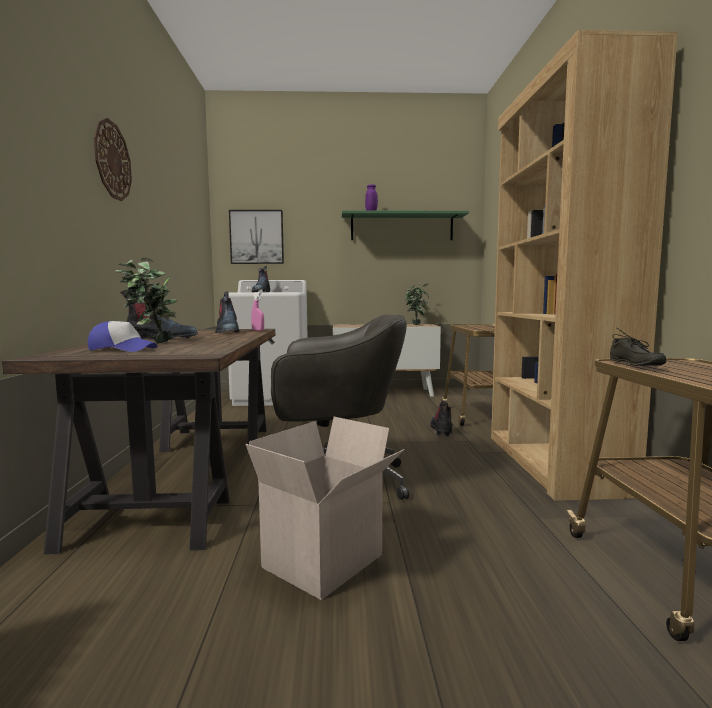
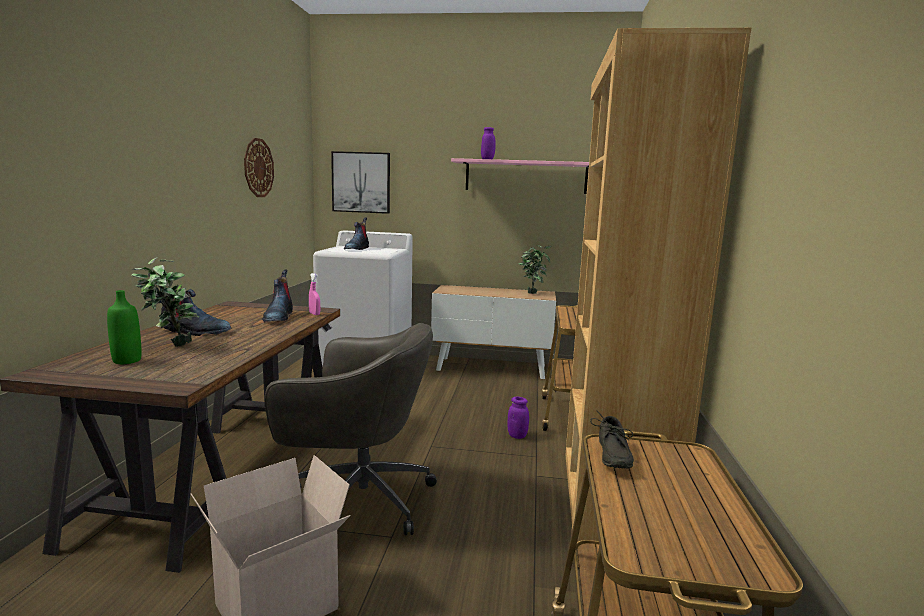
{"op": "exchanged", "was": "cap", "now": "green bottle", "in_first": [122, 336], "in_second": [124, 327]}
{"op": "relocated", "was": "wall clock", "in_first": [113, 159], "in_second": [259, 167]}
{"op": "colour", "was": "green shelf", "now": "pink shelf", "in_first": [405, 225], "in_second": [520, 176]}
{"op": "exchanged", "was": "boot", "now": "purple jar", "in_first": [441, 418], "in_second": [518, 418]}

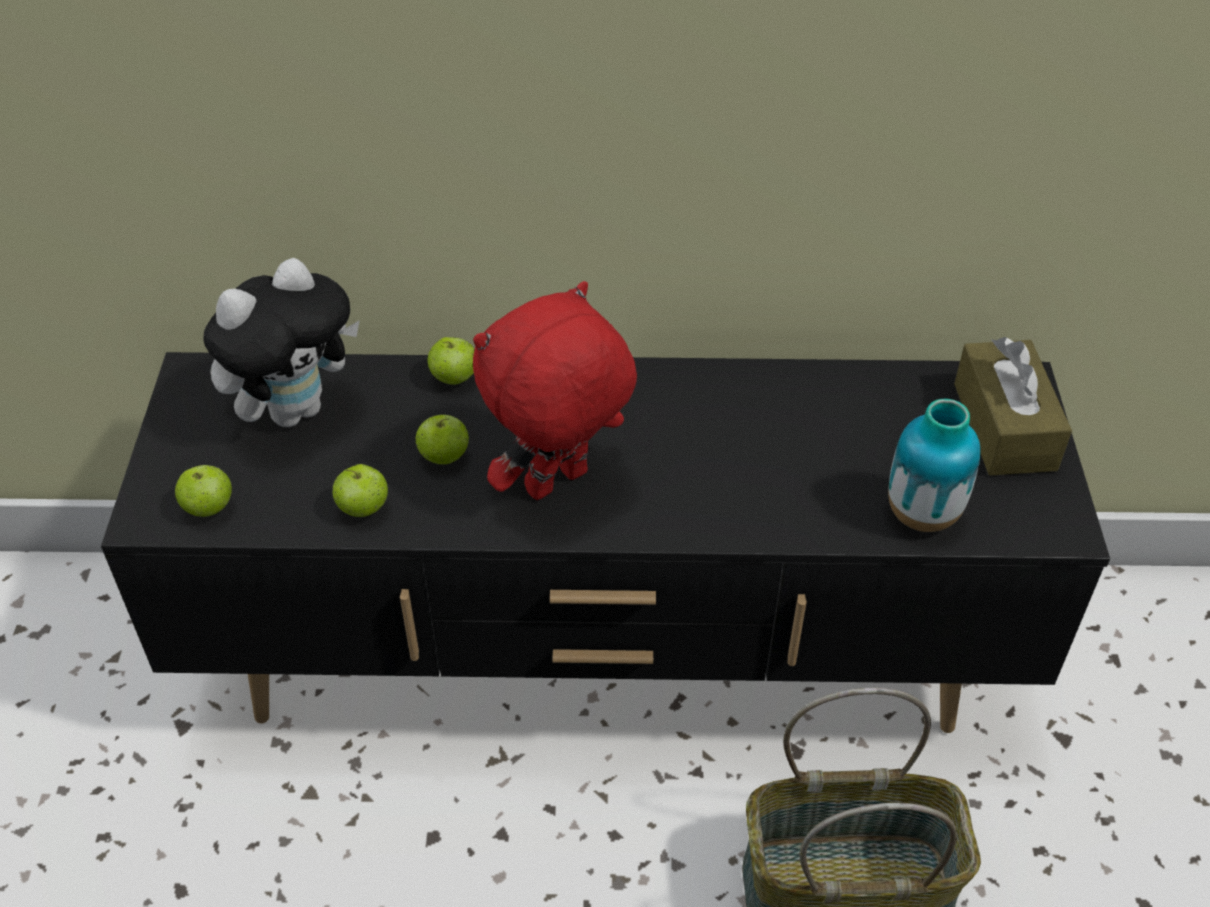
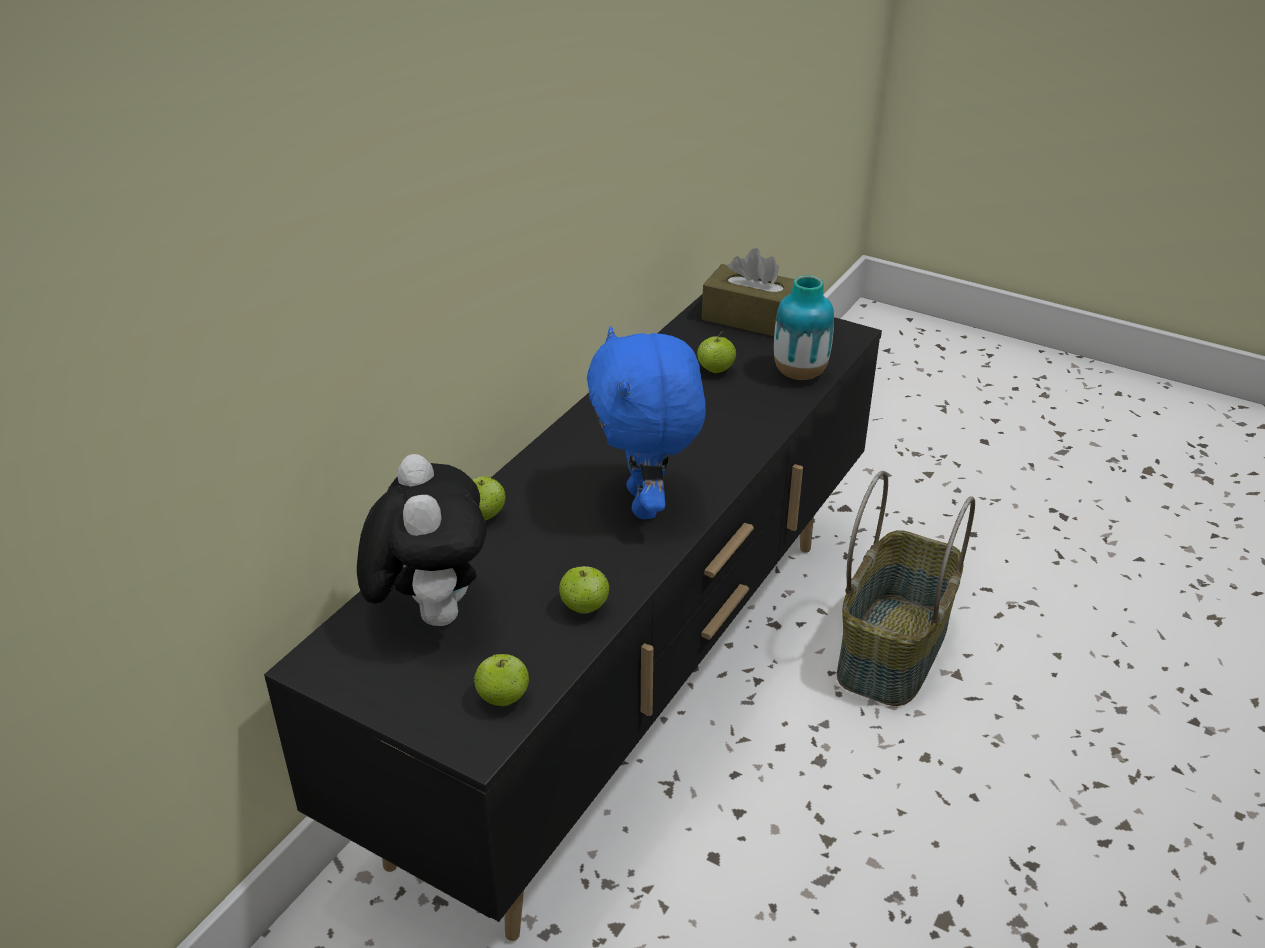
{"op": "colour", "was": "red plush toy", "now": "blue plush toy", "in_first": [555, 390], "in_second": [646, 422]}
{"op": "relocated", "was": "apple", "in_first": [442, 439], "in_second": [716, 352]}

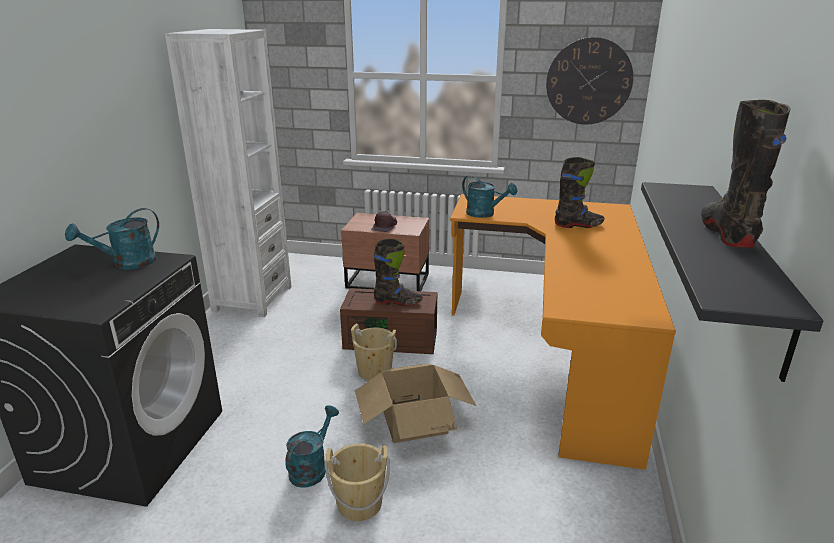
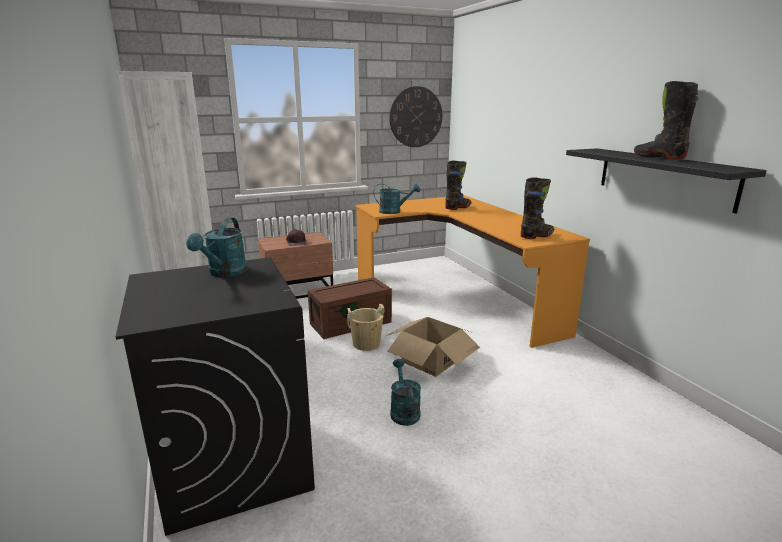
{"op": "relocated", "was": "black boot", "in_first": [398, 272], "in_second": [537, 208]}
{"op": "missing", "was": "beige bucket", "in_first": [357, 482]}

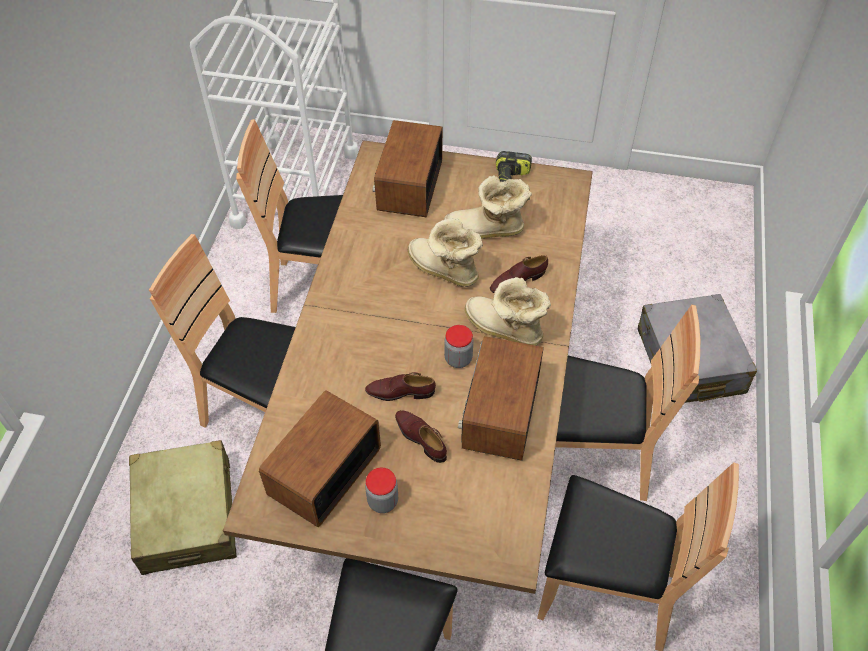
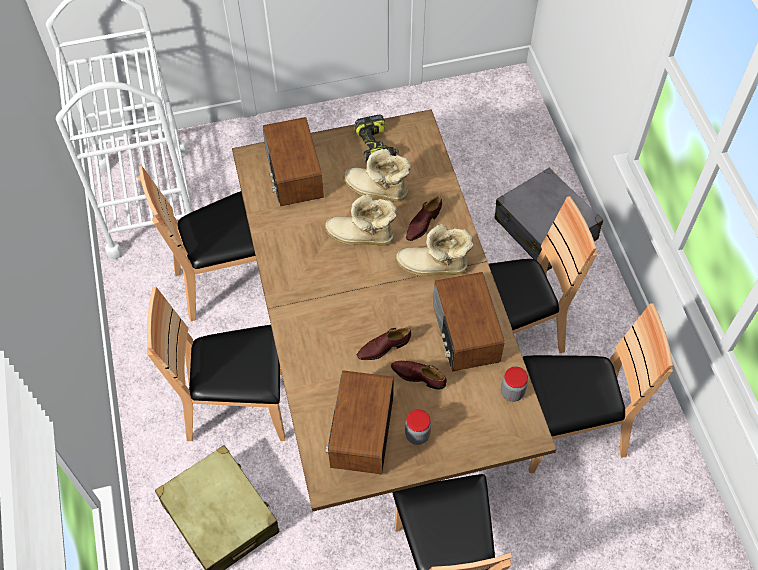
{"op": "spun", "was": "boot", "in_first": [488, 207], "in_second": [377, 175], "clockwise": 45}
{"op": "relocated", "was": "jar", "in_first": [458, 346], "in_second": [514, 384]}

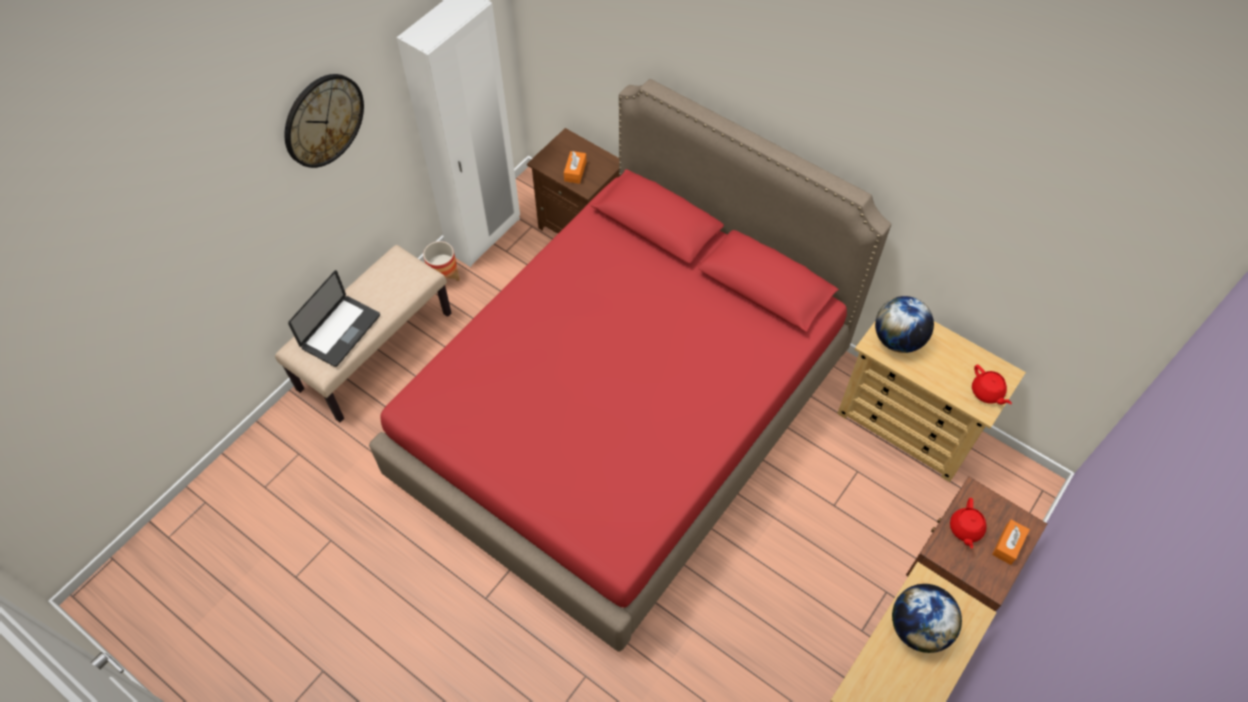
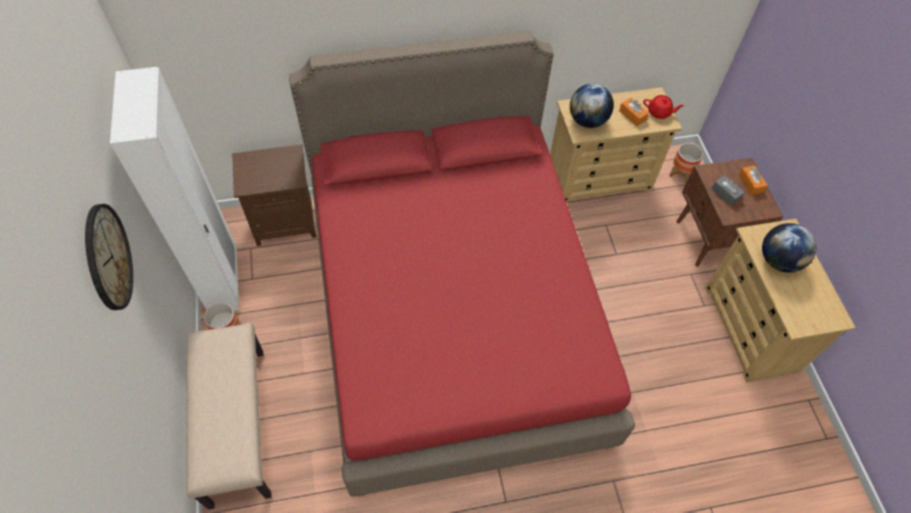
{"op": "relocated", "was": "orange tissue box", "in_first": [575, 167], "in_second": [634, 111]}
{"op": "appeared", "now": "planter", "in_second": [686, 163]}
{"op": "exchanged", "was": "red teapot", "now": "grey tissue box", "in_first": [968, 523], "in_second": [728, 190]}
{"op": "missing", "was": "laptop", "in_first": [334, 318]}

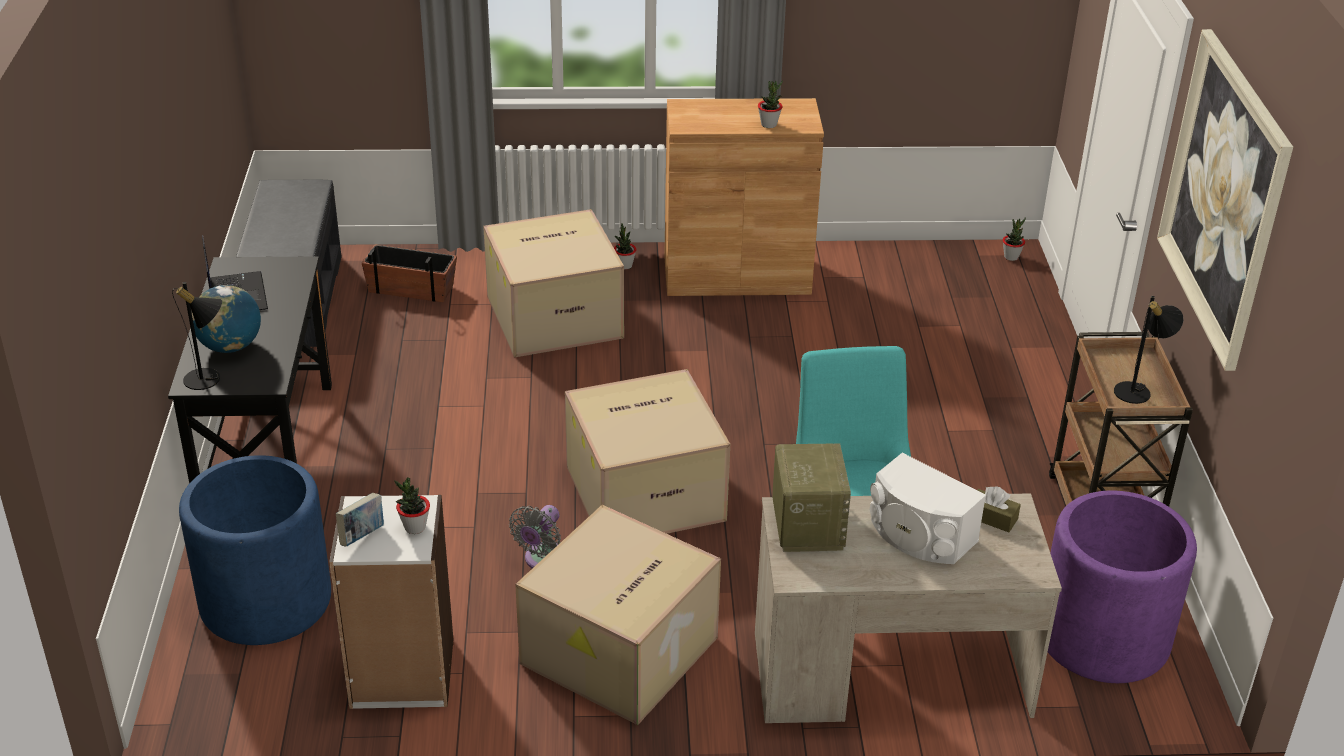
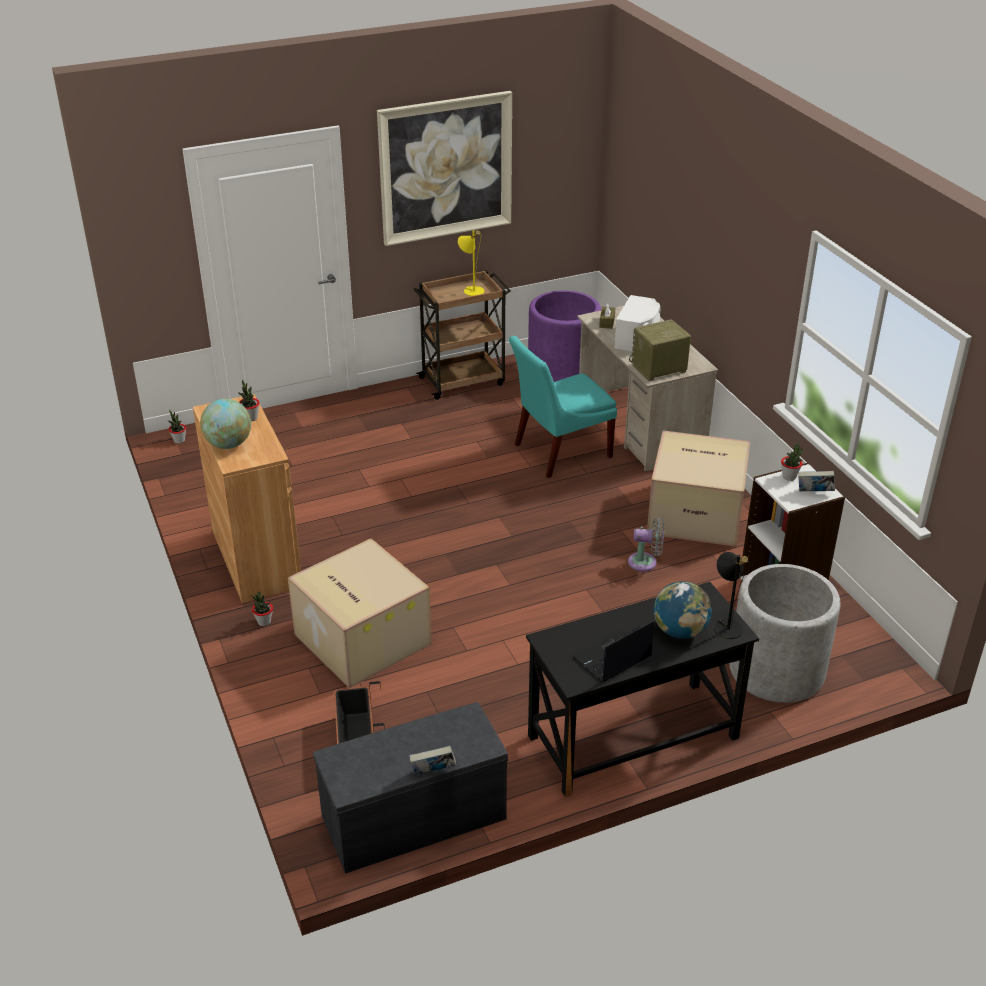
{"op": "appeared", "now": "globe", "in_second": [225, 424]}
{"op": "appeared", "now": "book", "in_second": [432, 760]}
{"op": "colour", "was": "black table lamp", "now": "yellow table lamp", "in_first": [1149, 350], "in_second": [471, 263]}
{"op": "colour", "was": "blue planter", "now": "grey planter", "in_first": [255, 550], "in_second": [784, 633]}
{"op": "missing", "was": "cardboard box", "in_first": [647, 451]}

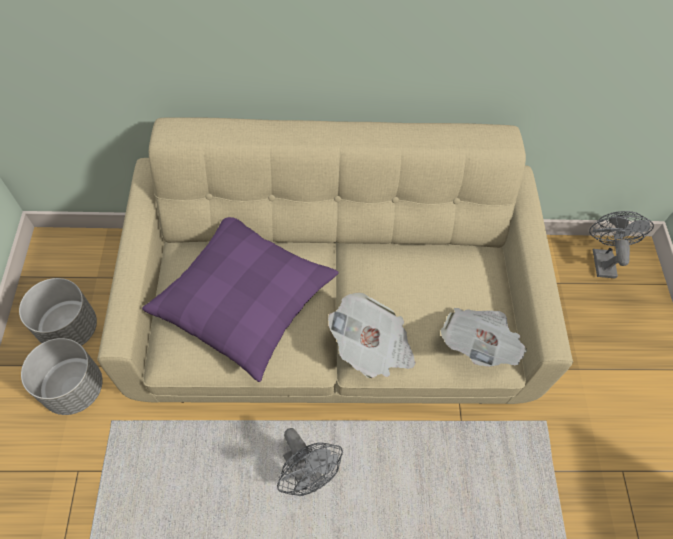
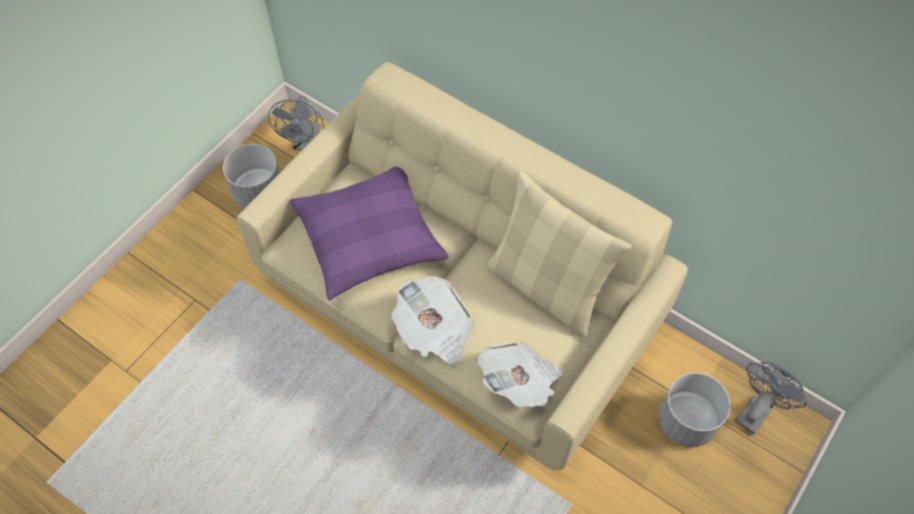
{"op": "relocated", "was": "grey fan", "in_first": [310, 462], "in_second": [296, 123]}
{"op": "appeared", "now": "beige pillow", "in_second": [559, 254]}
{"op": "relocated", "was": "grey planter", "in_first": [62, 376], "in_second": [695, 410]}

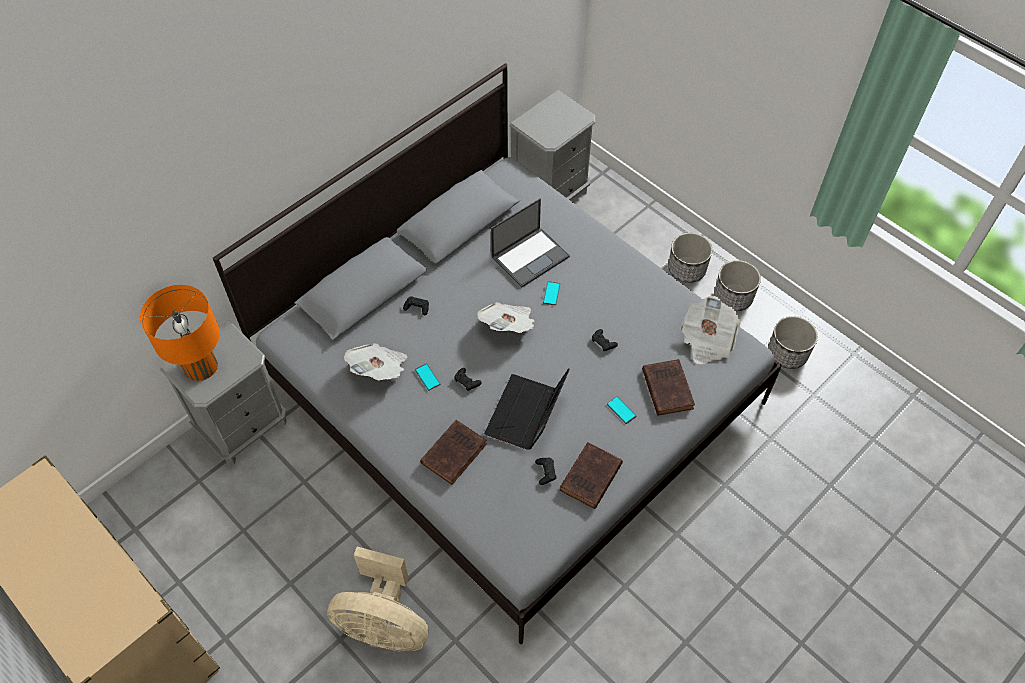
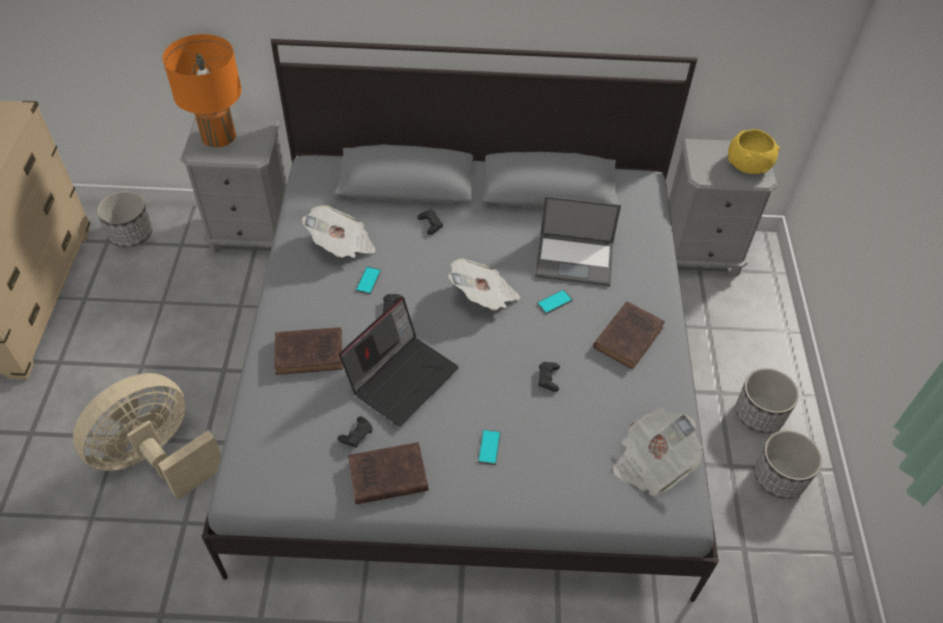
{"op": "spun", "was": "beige fan", "in_first": [378, 599], "in_second": [147, 436], "clockwise": 75}
{"op": "relocated", "was": "planter", "in_first": [793, 342], "in_second": [125, 219]}
{"op": "spun", "was": "laptop", "in_first": [527, 409], "in_second": [399, 362], "clockwise": 150}
{"op": "relocated", "was": "brown book", "in_first": [668, 387], "in_second": [629, 336]}
{"op": "appeared", "now": "yellow bowl", "in_second": [754, 151]}

